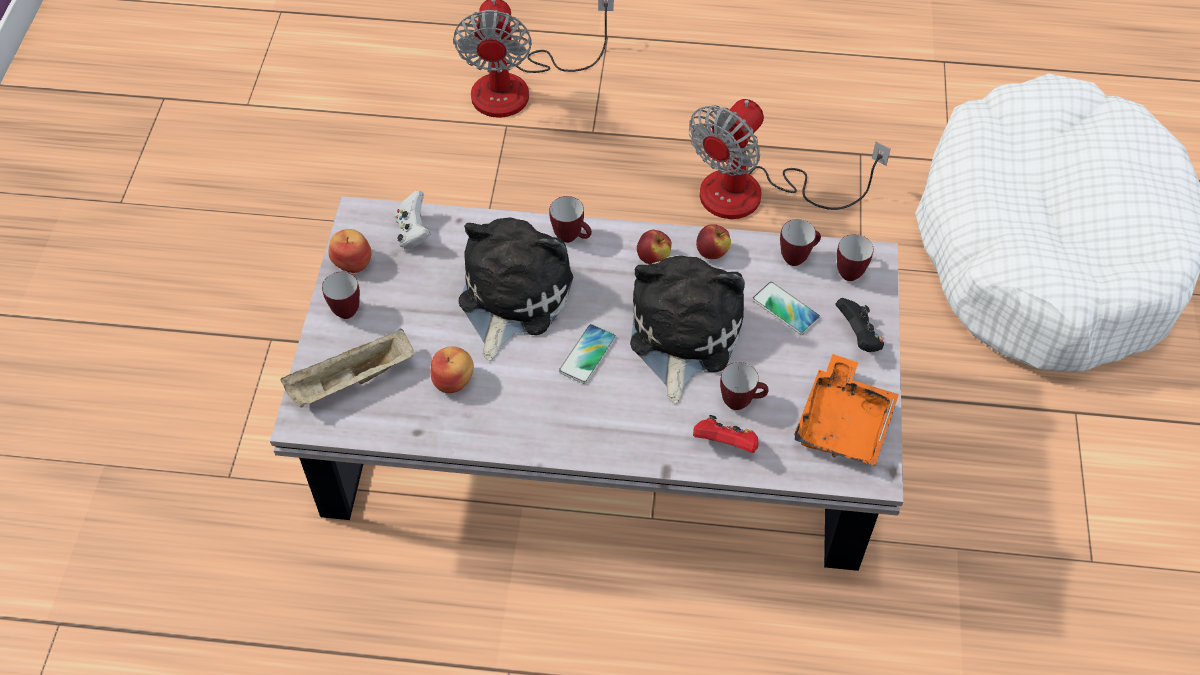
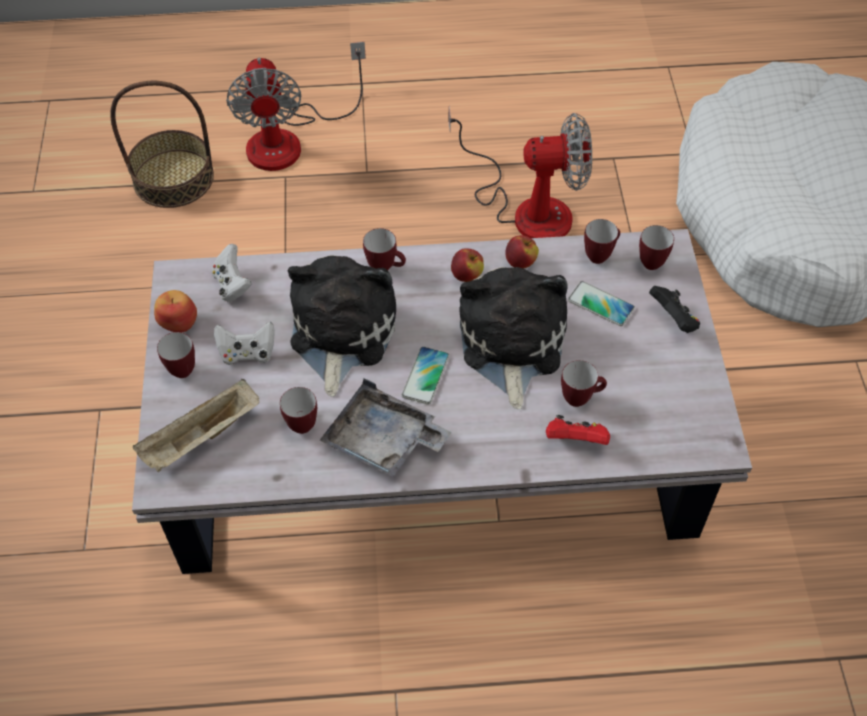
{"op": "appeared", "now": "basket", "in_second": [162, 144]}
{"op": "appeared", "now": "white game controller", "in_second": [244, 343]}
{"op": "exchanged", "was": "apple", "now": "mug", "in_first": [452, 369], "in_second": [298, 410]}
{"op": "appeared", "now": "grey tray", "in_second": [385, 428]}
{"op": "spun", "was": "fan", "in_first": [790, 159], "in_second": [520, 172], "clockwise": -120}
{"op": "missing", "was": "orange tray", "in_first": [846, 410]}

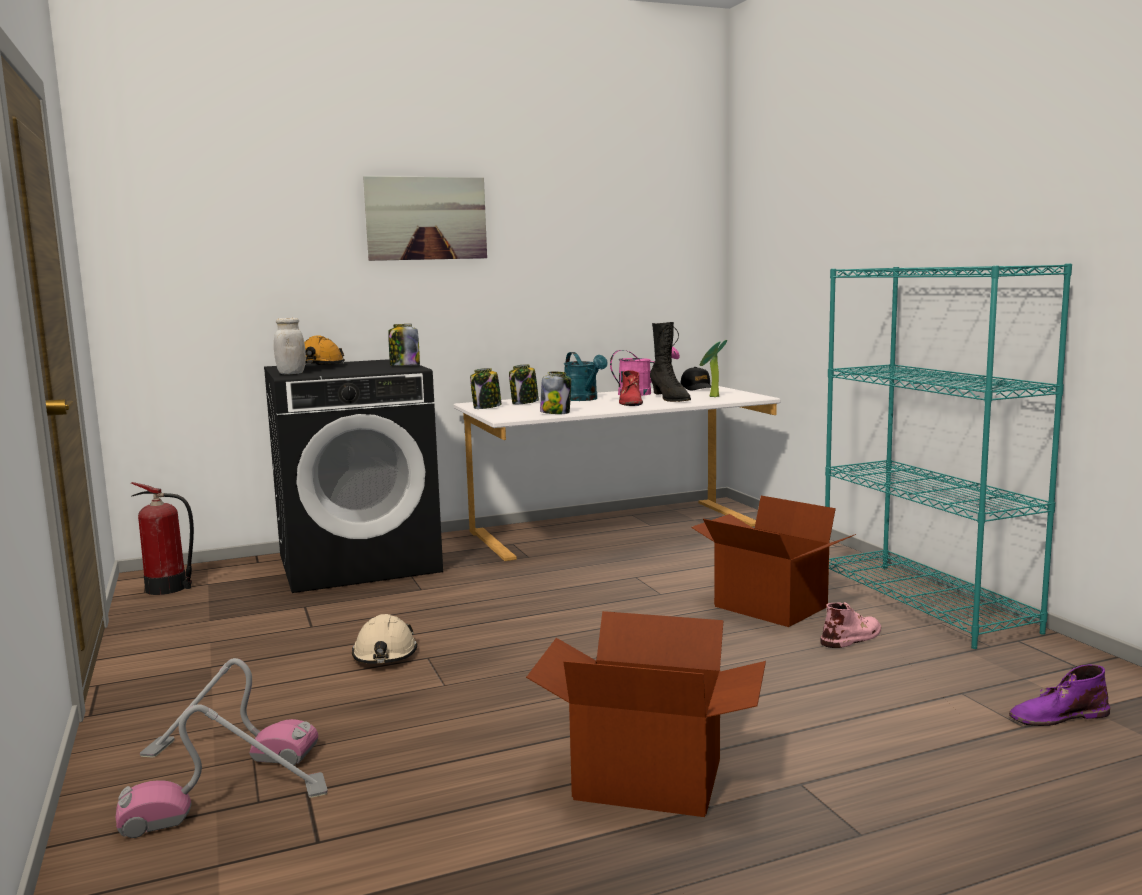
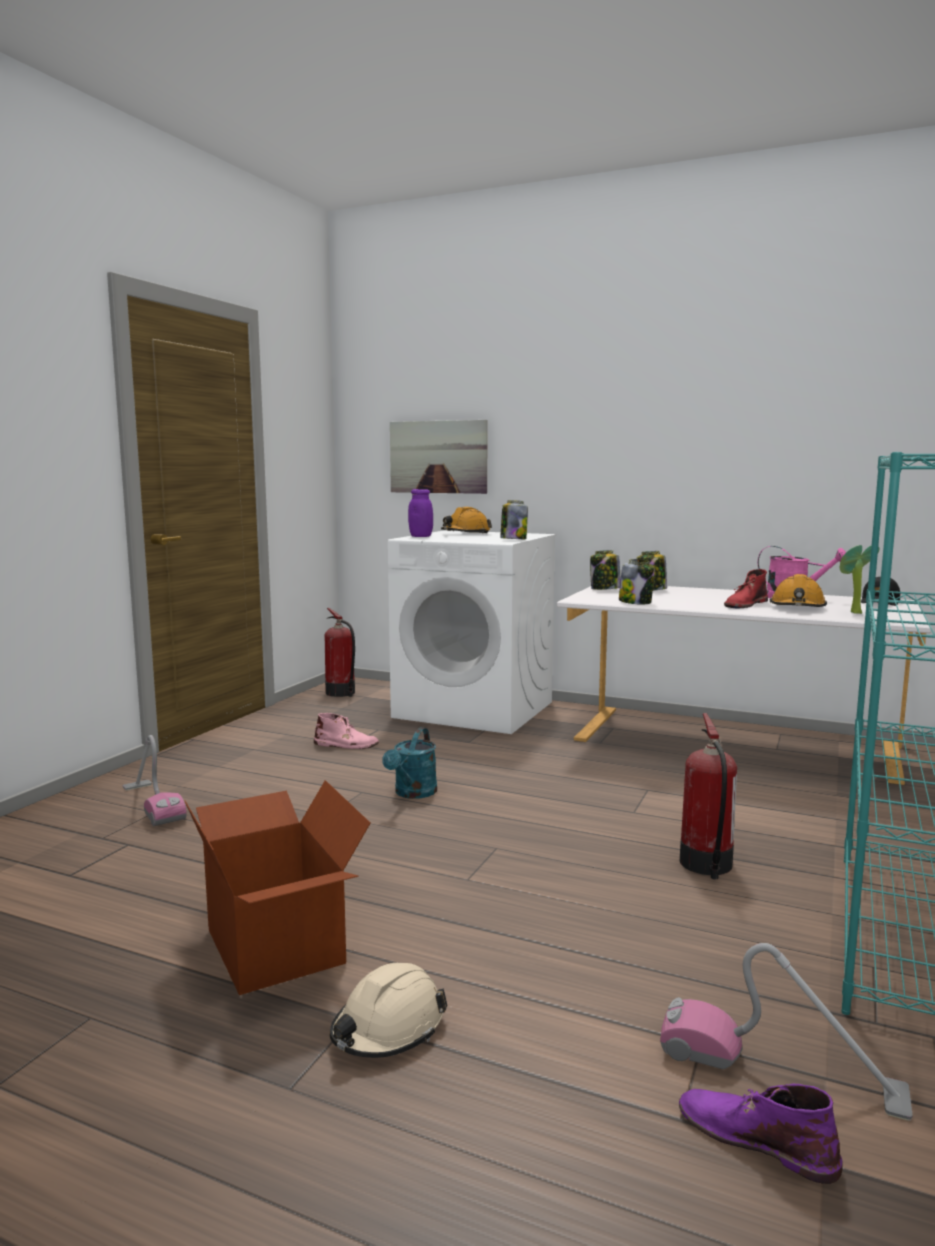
{"op": "relocated", "was": "pink boot", "in_first": [850, 625], "in_second": [346, 731]}
{"op": "relocated", "was": "beige hard hat", "in_first": [384, 639], "in_second": [388, 1010]}
{"op": "relocated", "was": "turquoise watering can", "in_first": [586, 376], "in_second": [409, 763]}
{"op": "colour", "was": "black washing machine", "now": "white washing machine", "in_first": [353, 476], "in_second": [472, 632]}
{"op": "relocated", "was": "picture", "in_first": [425, 218], "in_second": [439, 457]}
{"op": "colour", "was": "white jar", "now": "purple jar", "in_first": [290, 346], "in_second": [420, 513]}
{"op": "relocated", "was": "vacuum cleaner", "in_first": [221, 771], "in_second": [786, 1032]}
{"op": "exchanged", "was": "cardboard box", "now": "fire extinguisher", "in_first": [773, 561], "in_second": [708, 796]}
{"op": "exchanged", "was": "black boot", "now": "orange hard hat", "in_first": [670, 362], "in_second": [798, 590]}

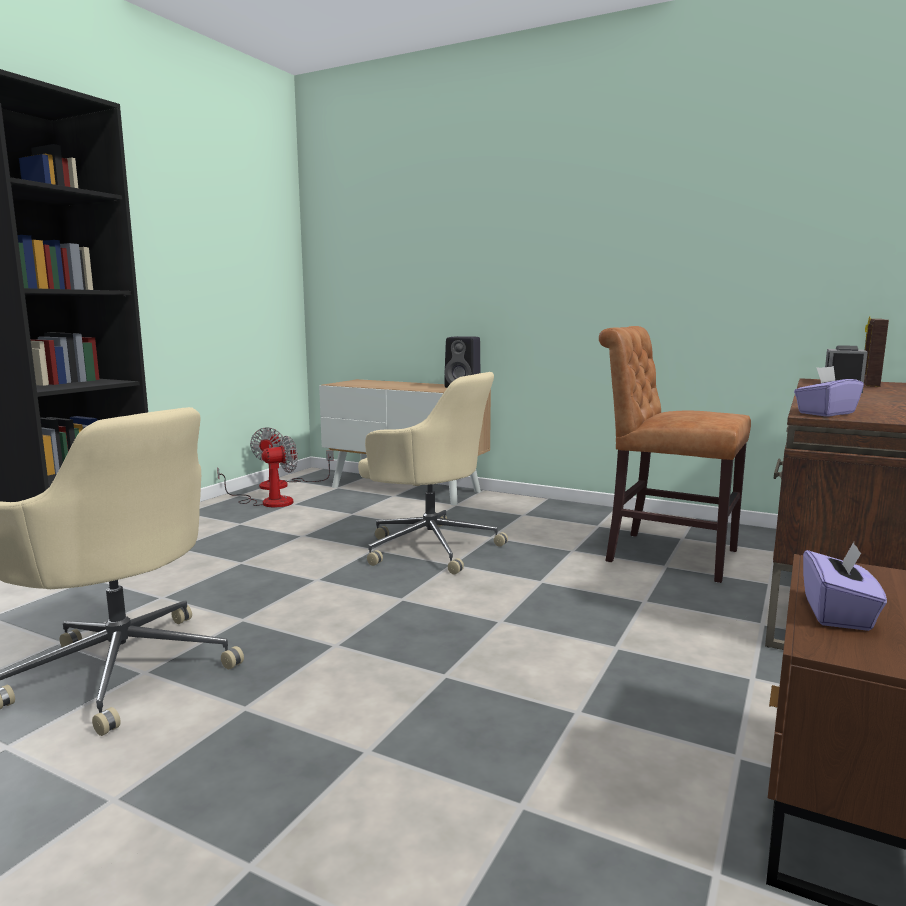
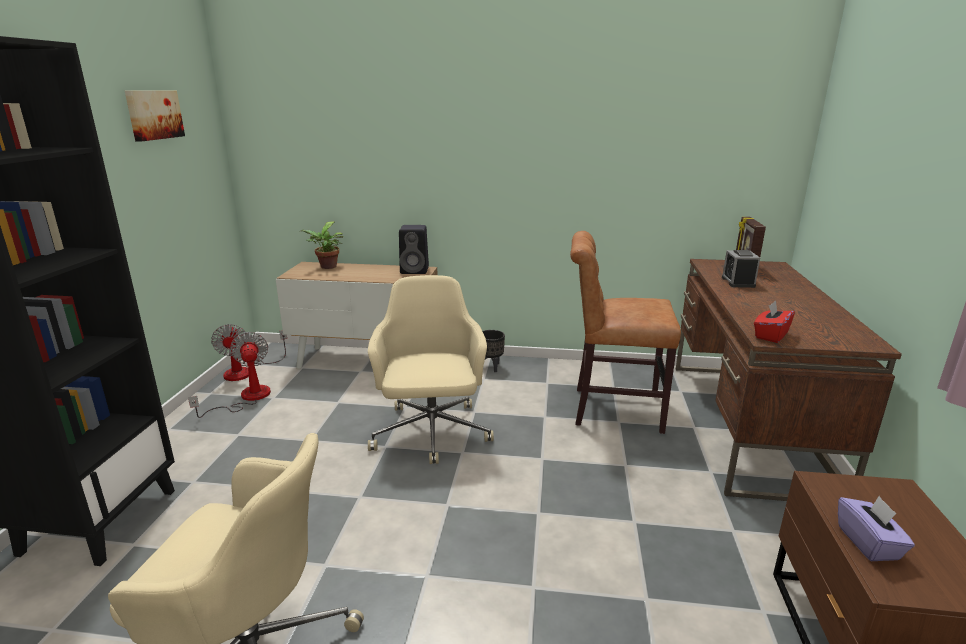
{"op": "appeared", "now": "picture", "in_second": [155, 116]}
{"op": "spun", "was": "fan", "in_first": [257, 471], "in_second": [229, 375], "clockwise": -60}
{"op": "appeared", "now": "potted plant", "in_second": [322, 245]}
{"op": "spun", "was": "beige office chair", "in_first": [433, 473], "in_second": [431, 369], "clockwise": -105}
{"op": "appeared", "now": "black planter", "in_second": [493, 351]}
{"op": "colour", "was": "purple tissue box", "now": "red tissue box", "in_first": [829, 391], "in_second": [774, 322]}

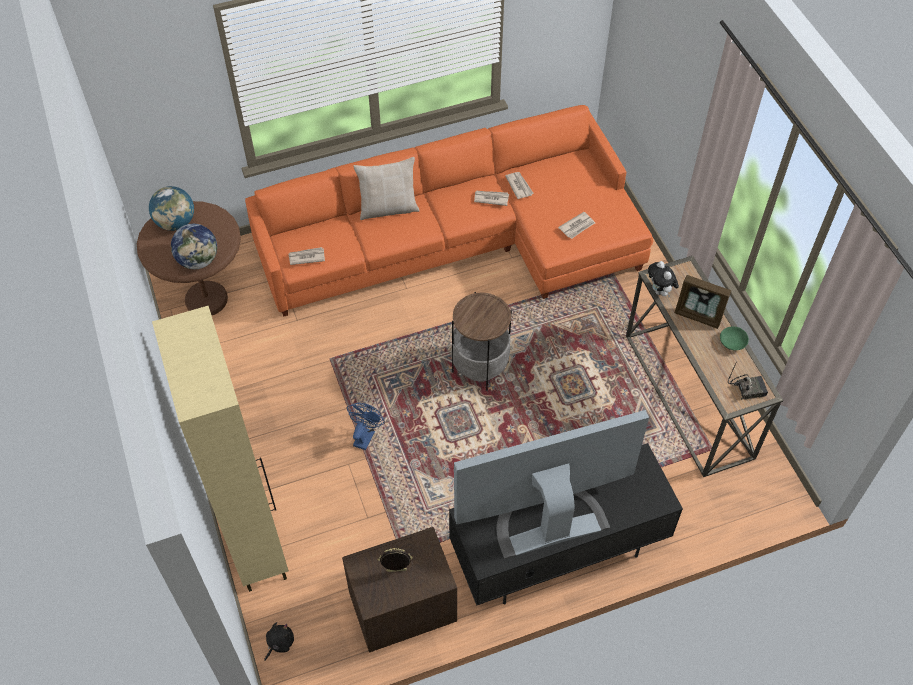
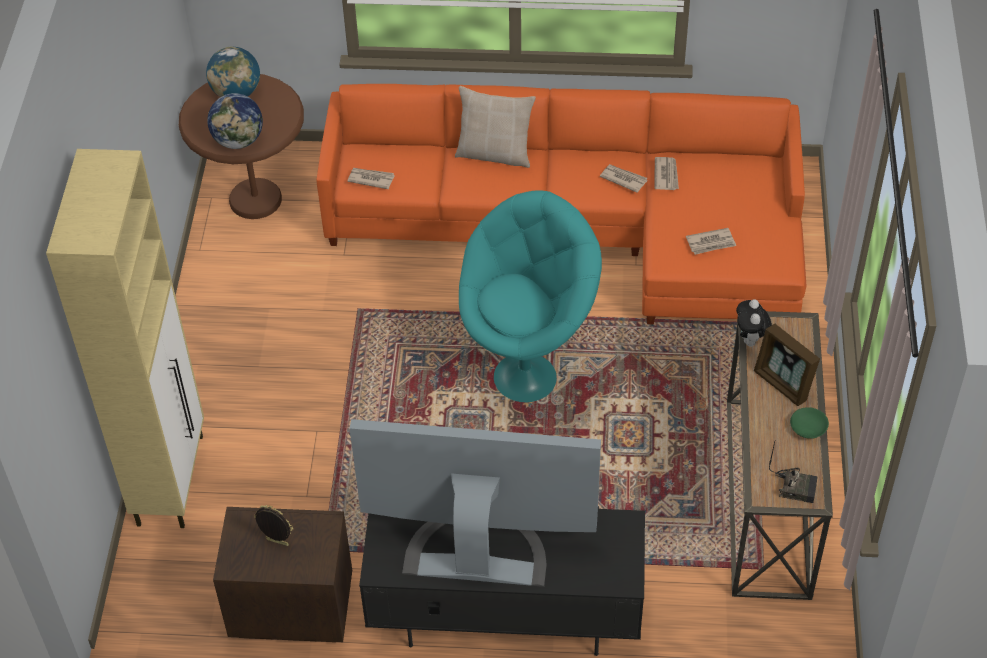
{"op": "exchanged", "was": "side table", "now": "turquoise armchair", "in_first": [482, 341], "in_second": [530, 296]}
{"op": "missing", "was": "black plush toy", "in_first": [279, 641]}
{"op": "missing", "was": "blue fan", "in_first": [366, 426]}

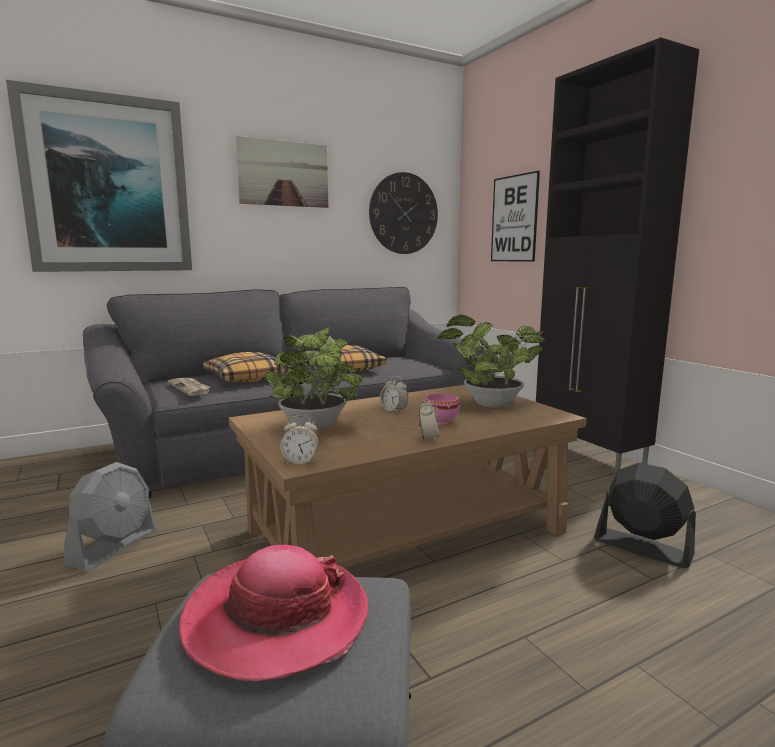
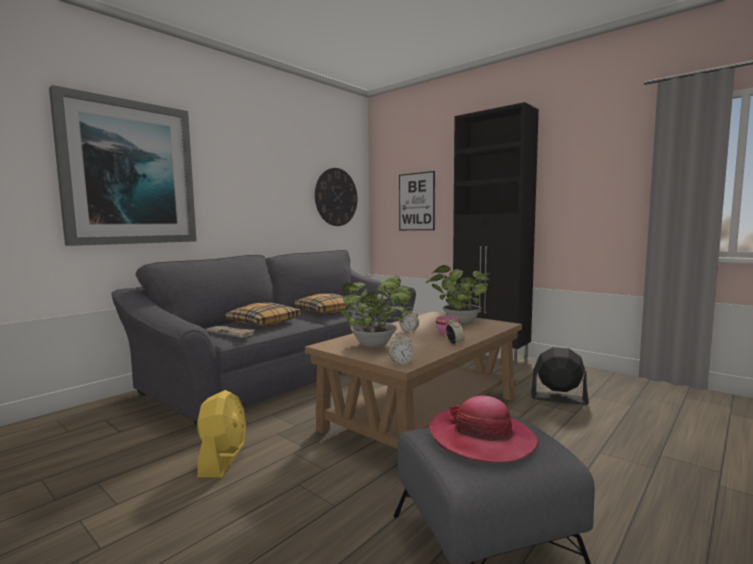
{"op": "colour", "was": "grey fan", "now": "yellow fan", "in_first": [110, 516], "in_second": [221, 434]}
{"op": "missing", "was": "picture", "in_first": [282, 171]}

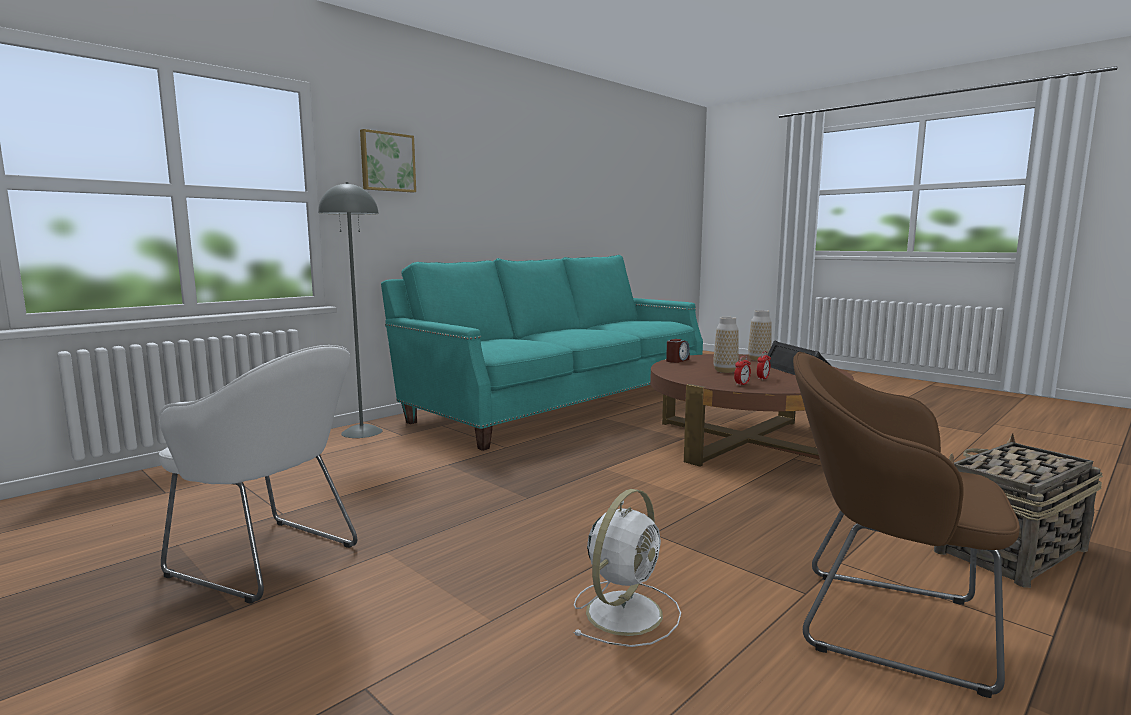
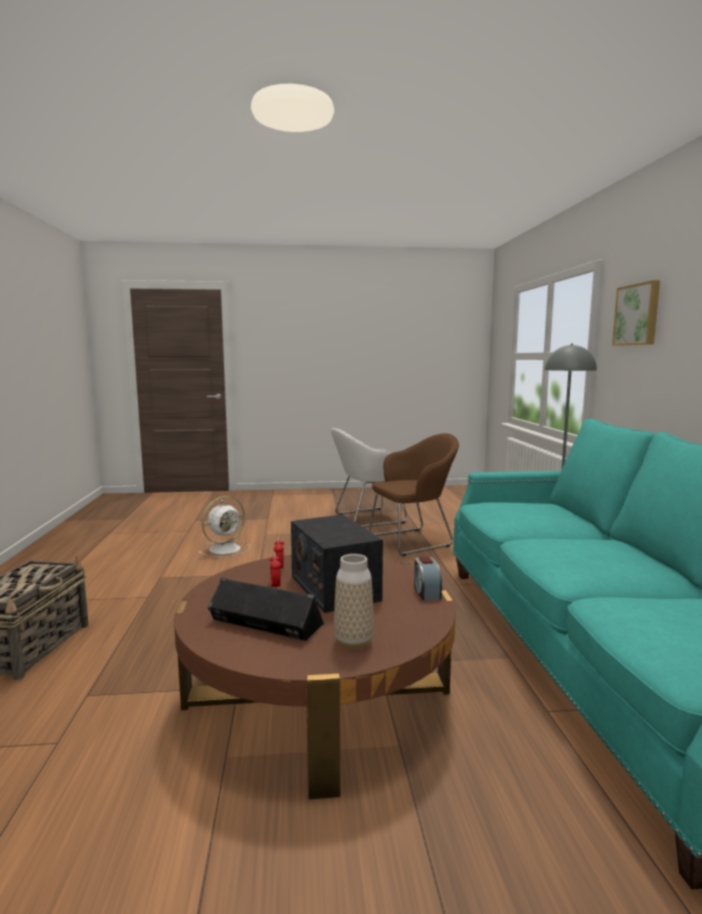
{"op": "spun", "was": "white fan", "in_first": [627, 568], "in_second": [224, 526], "clockwise": -120}
{"op": "exchanged", "was": "vase", "now": "radio", "in_first": [726, 345], "in_second": [337, 563]}
{"op": "relocated", "was": "brown armchair", "in_first": [906, 525], "in_second": [414, 495]}

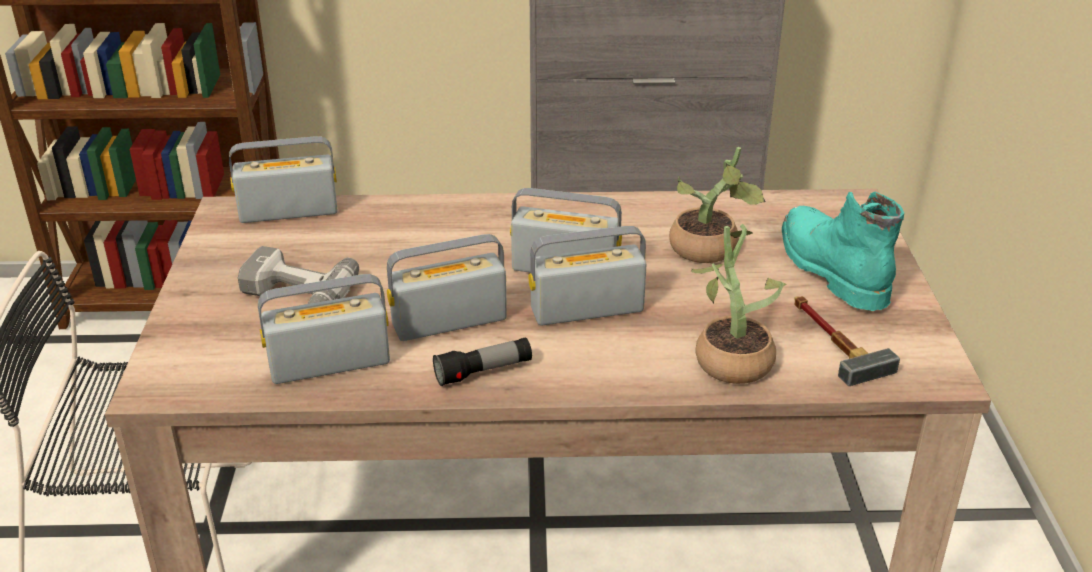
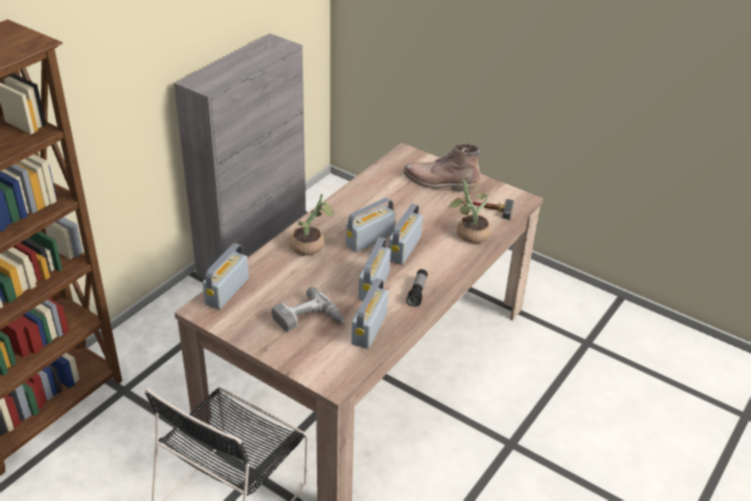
{"op": "relocated", "was": "potted plant", "in_first": [717, 205], "in_second": [311, 225]}
{"op": "colour", "was": "turquoise boot", "now": "brown boot", "in_first": [843, 251], "in_second": [441, 168]}

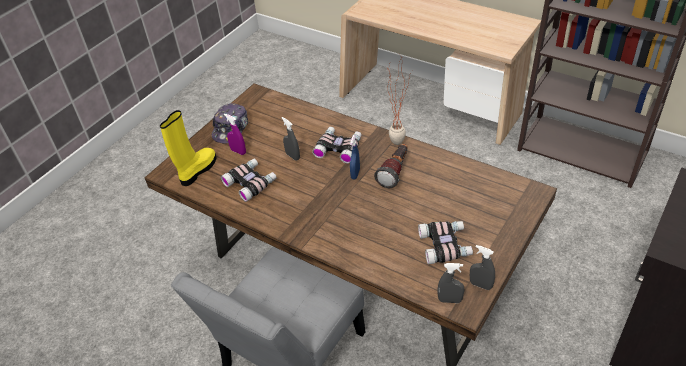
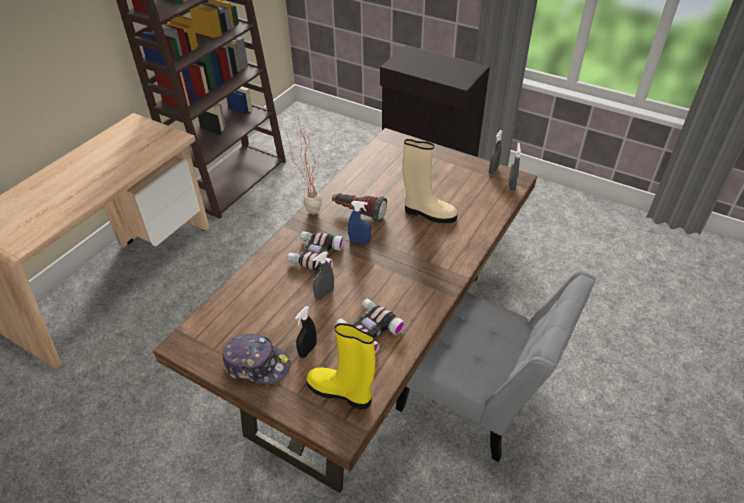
{"op": "colour", "was": "purple spray bottle", "now": "black spray bottle", "in_first": [235, 134], "in_second": [306, 332]}
{"op": "appeared", "now": "beige boot", "in_second": [430, 181]}
{"op": "missing", "was": "binoculars", "in_first": [445, 242]}

